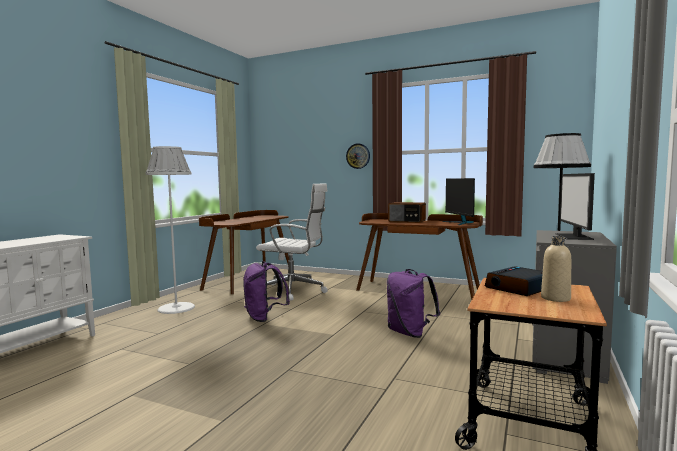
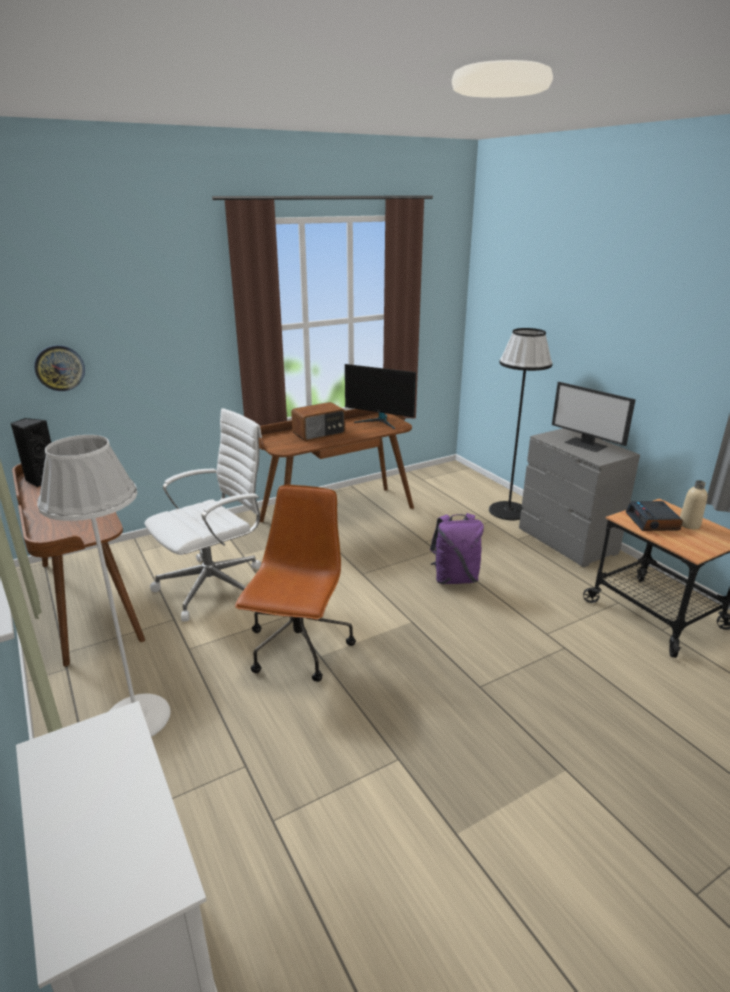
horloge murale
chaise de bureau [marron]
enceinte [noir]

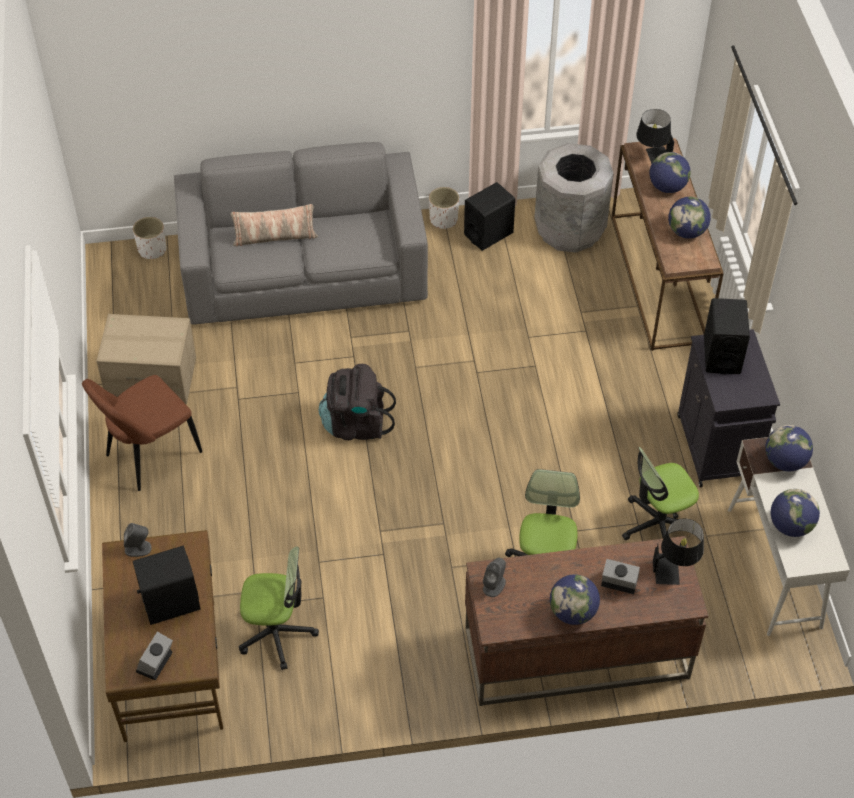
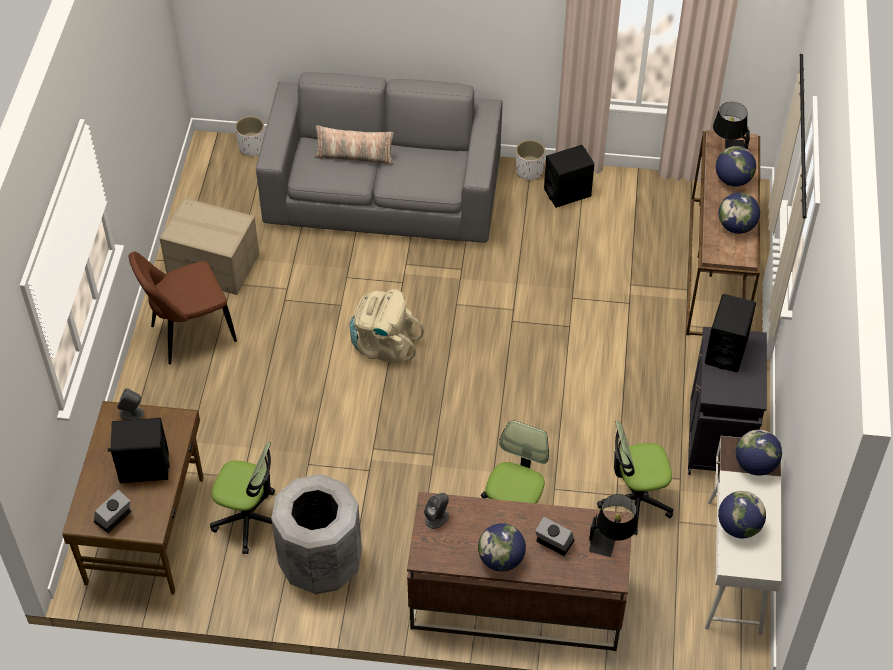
poubelle [gris]
sac à dos [beige]

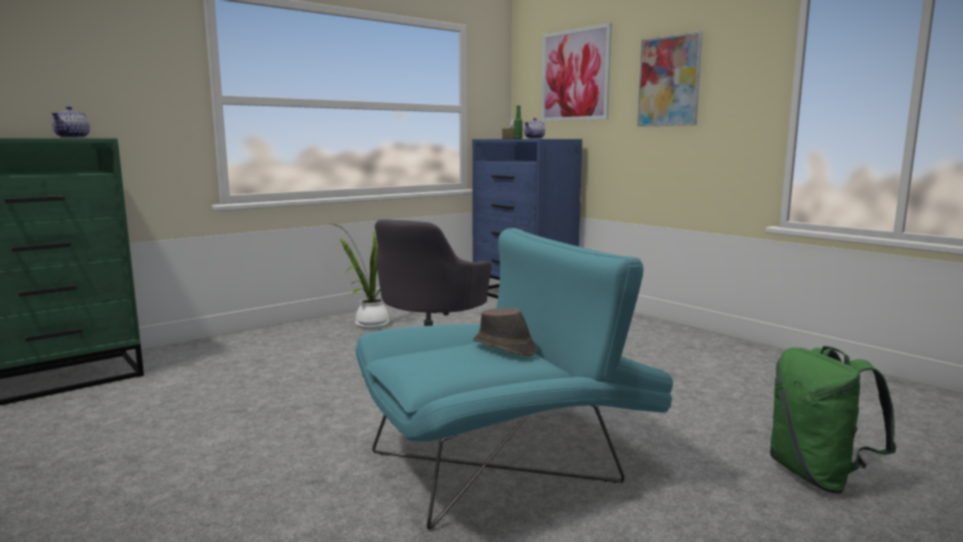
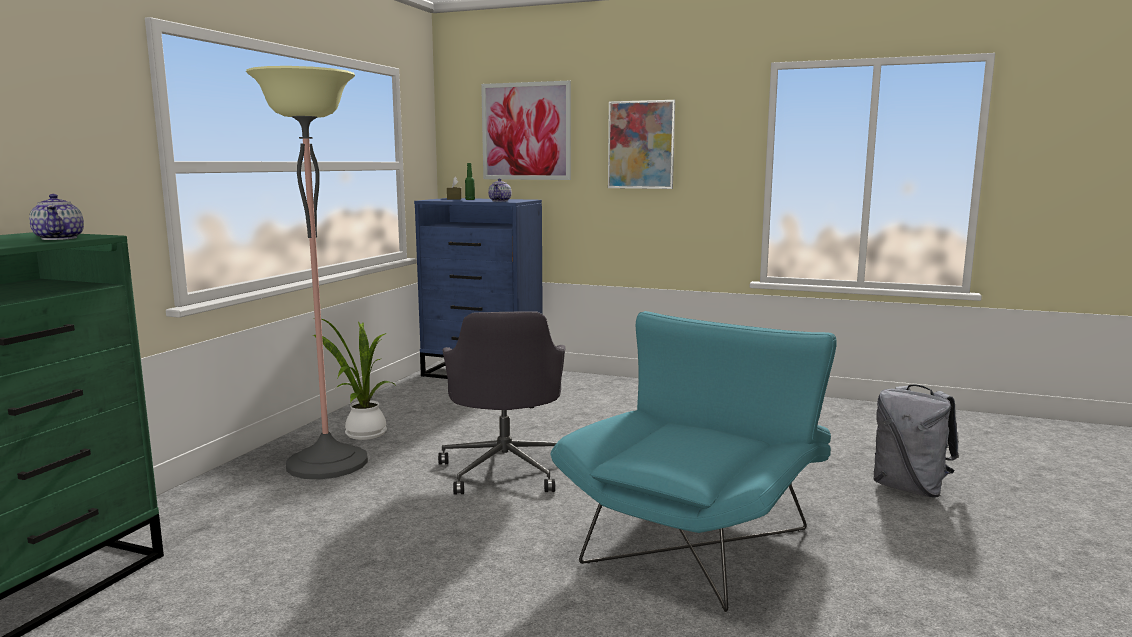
chapeau [marron]
sac à dos [gris]
lampadaire

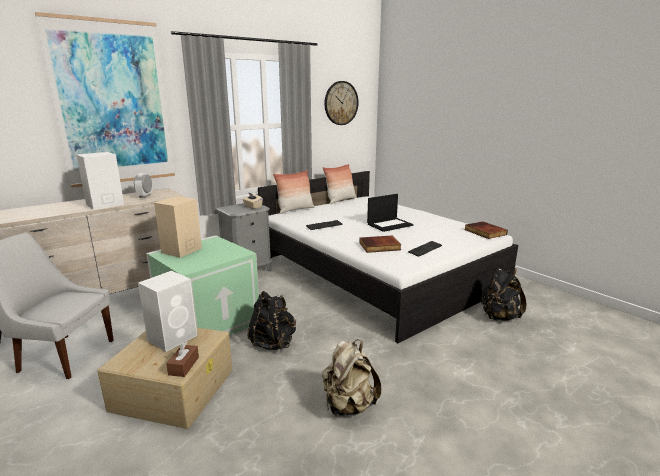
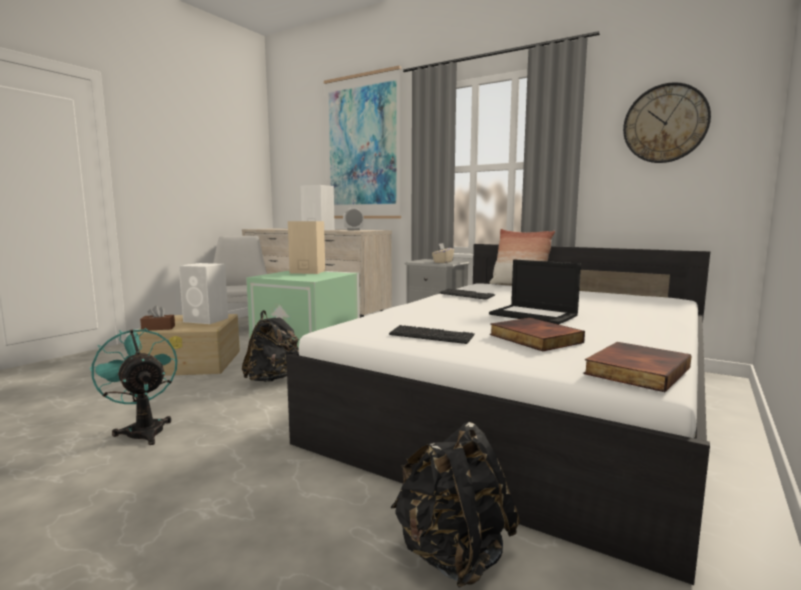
coussin (no. 2 from left in the first image)
livre (no. 1 from left)
ventilateur [turquoise]

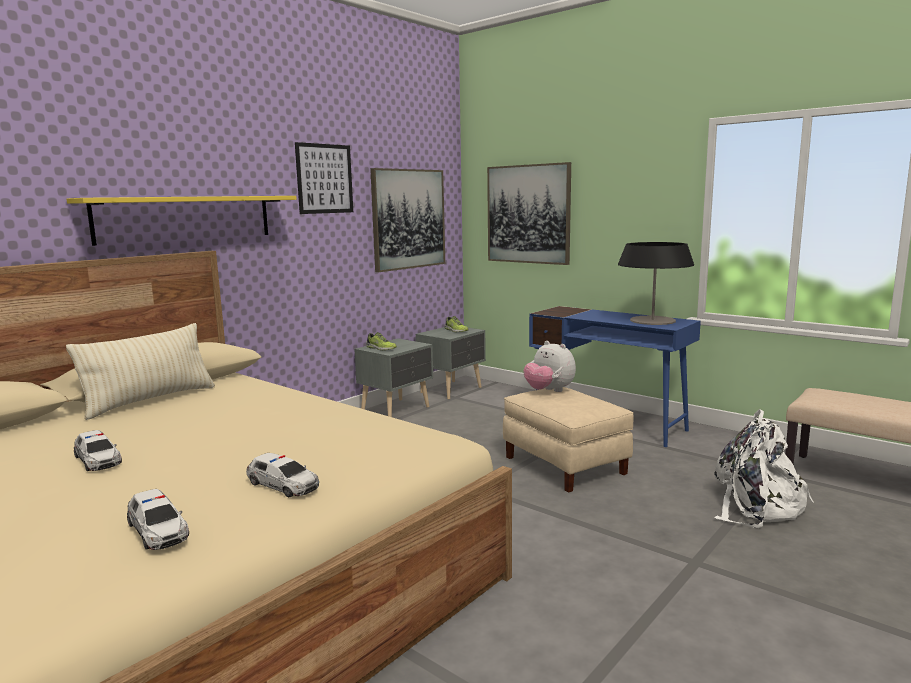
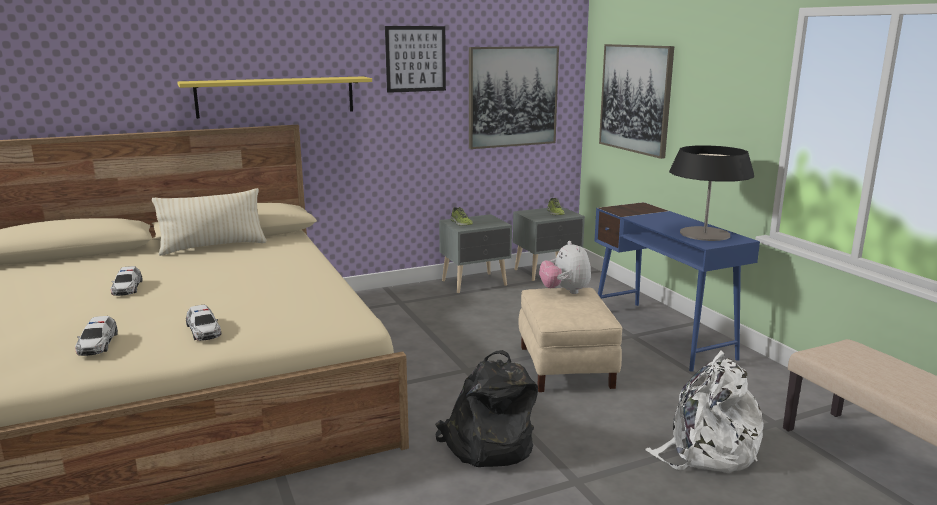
sac à dos [noir]

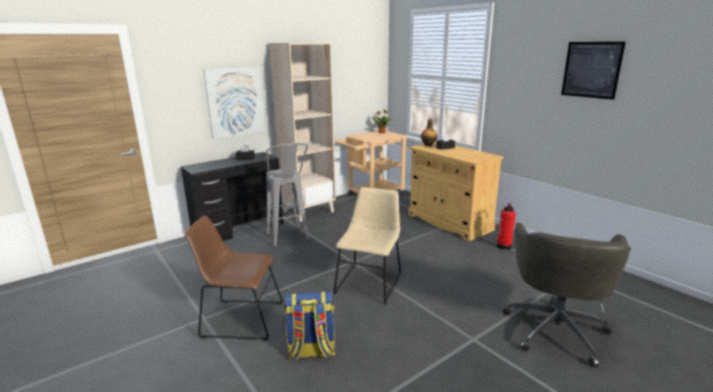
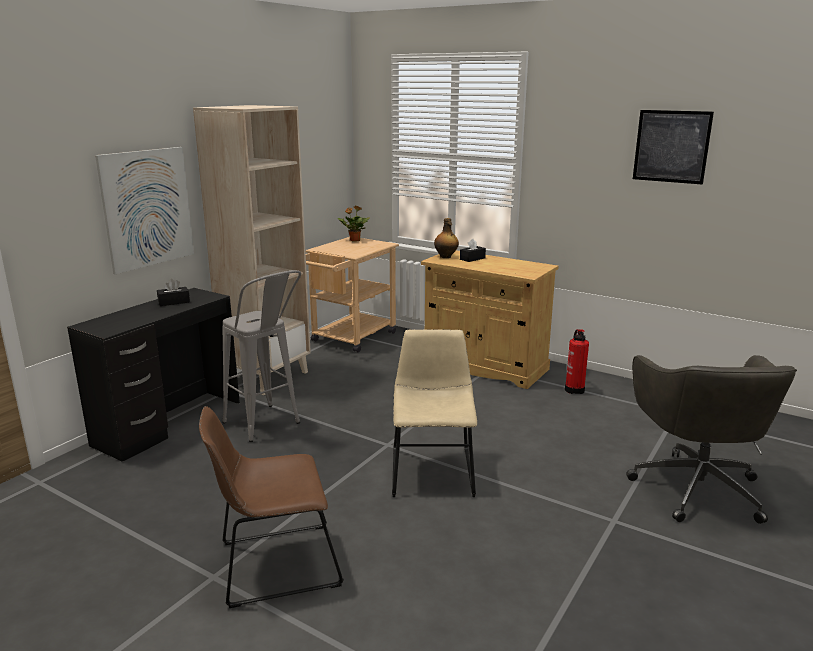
sac à dos

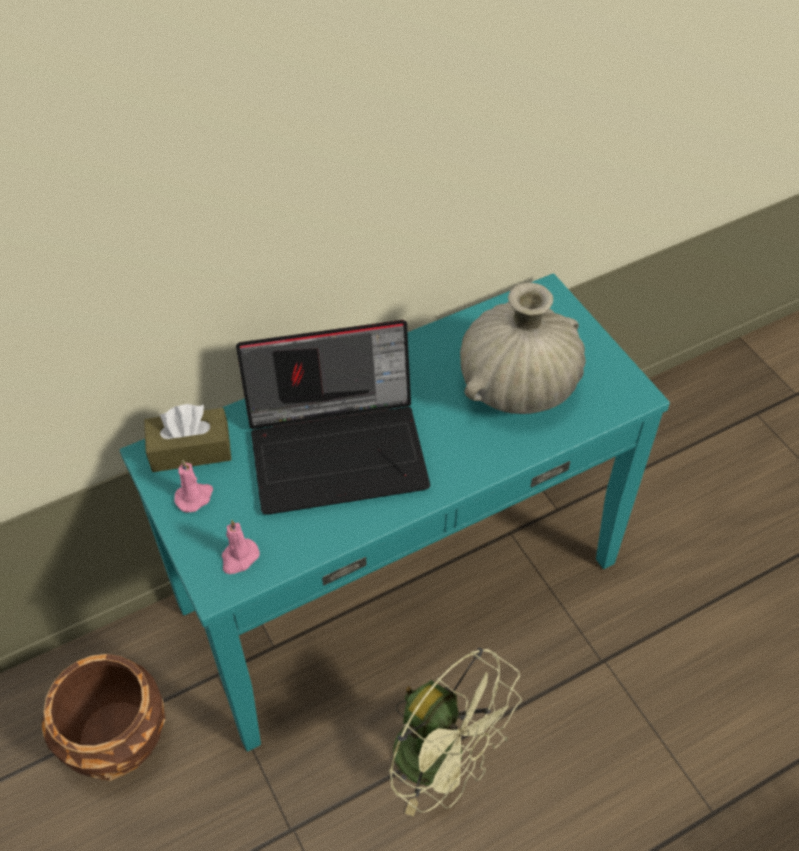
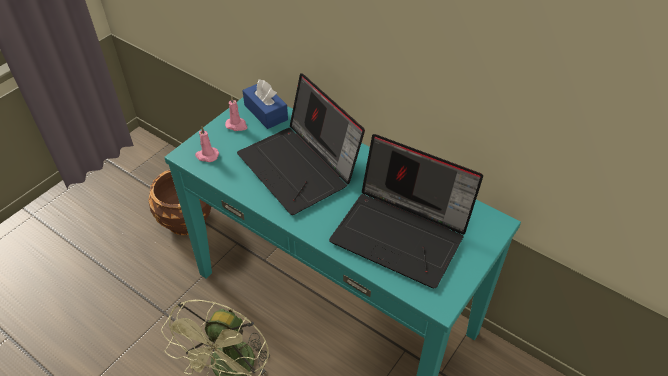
ordinateur portable (no. 2 from left)
boîte à mouchoirs [bleu]

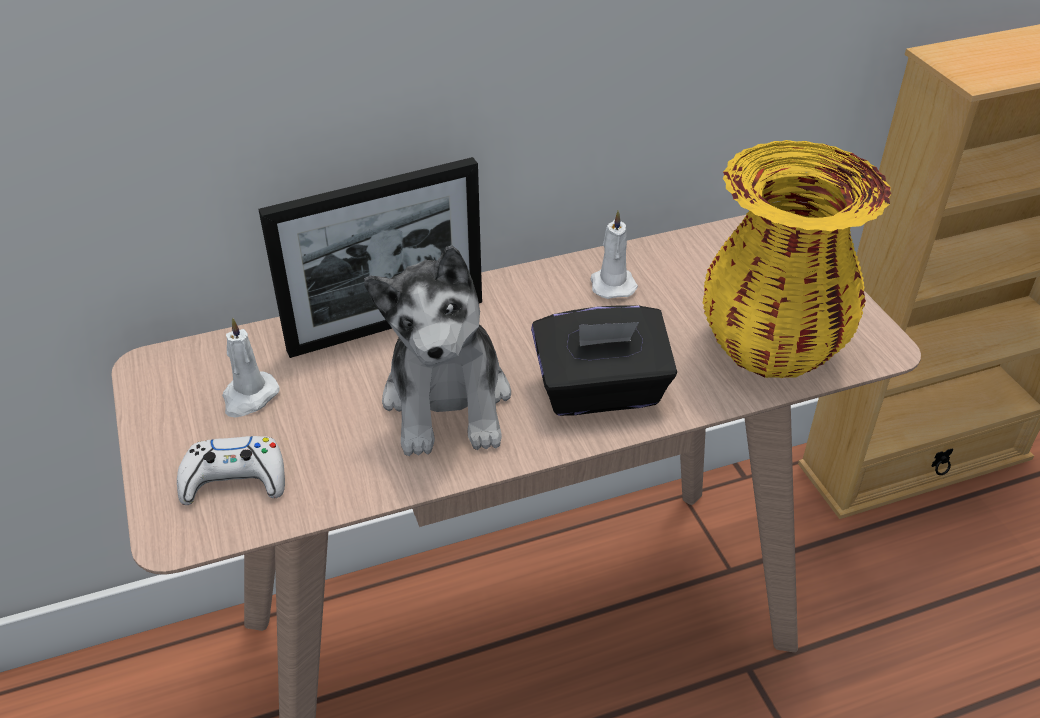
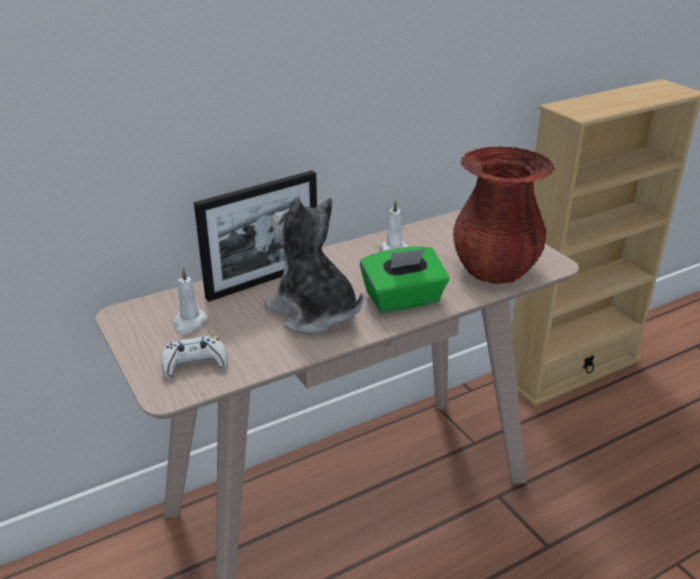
vase [rouge]
peluche
boîte à mouchoirs [vert]

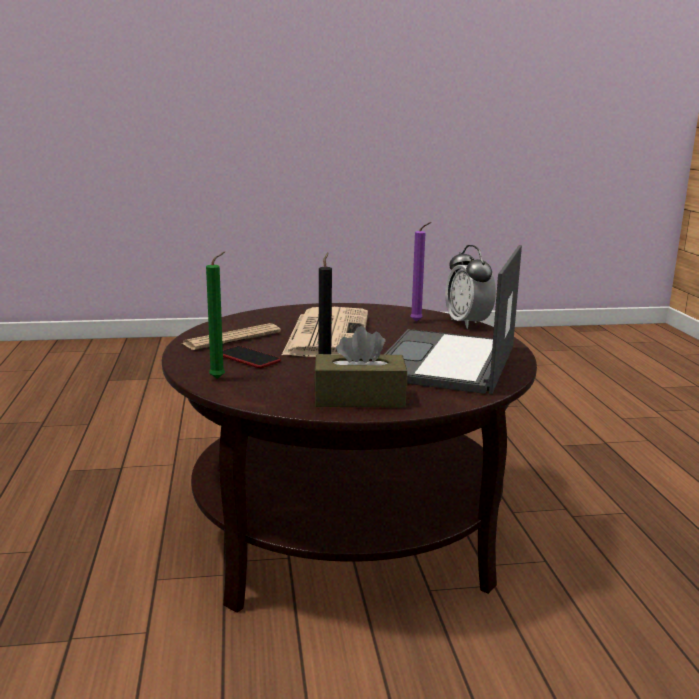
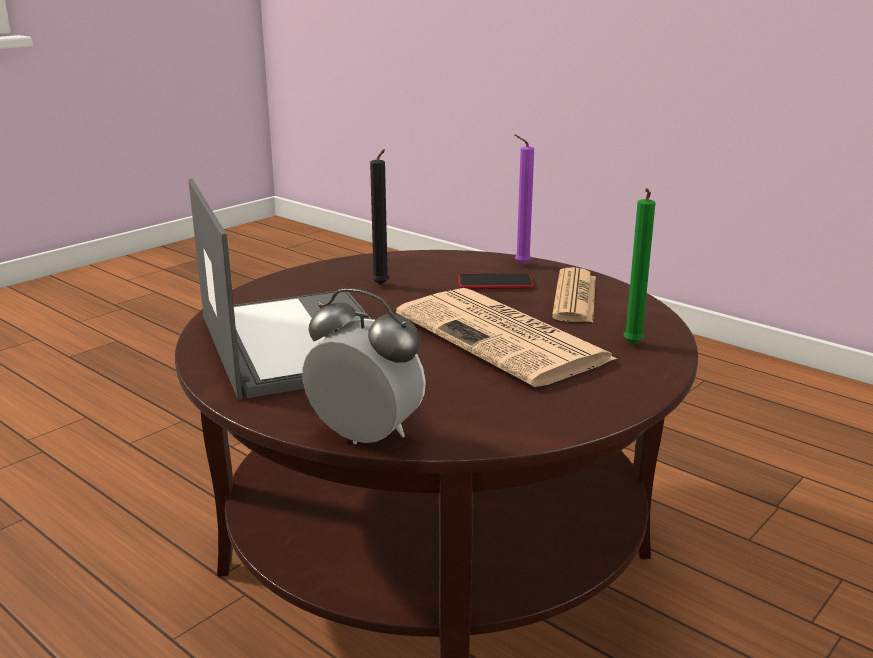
bougie [violet]
bougie [vert]
boîte à mouchoirs [marron]

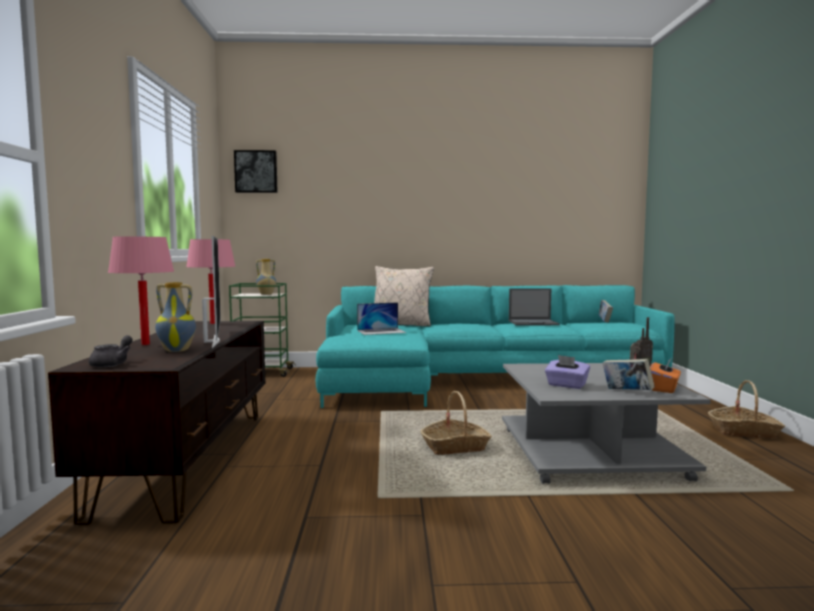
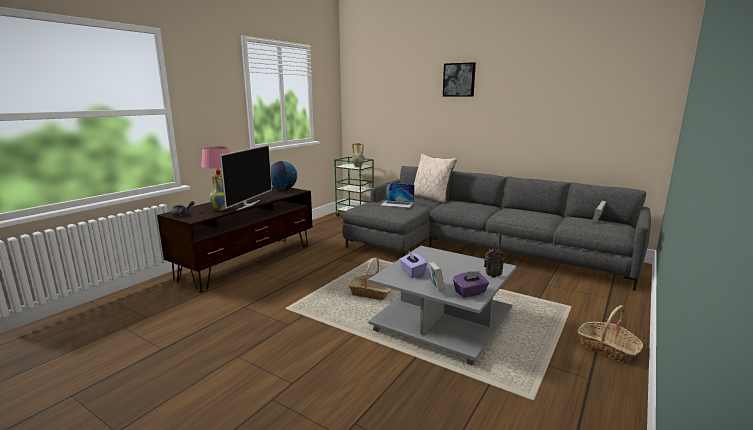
tableau
globe
canapé [gris]
ordinateur portable (no. 2 from left in the first image)
boîte à mouchoirs [violet] (no. 2 from left)

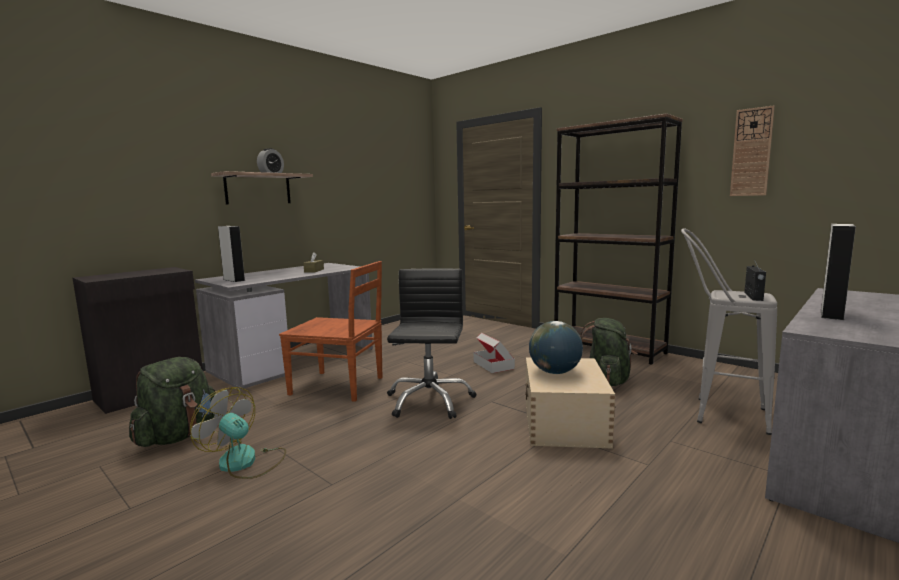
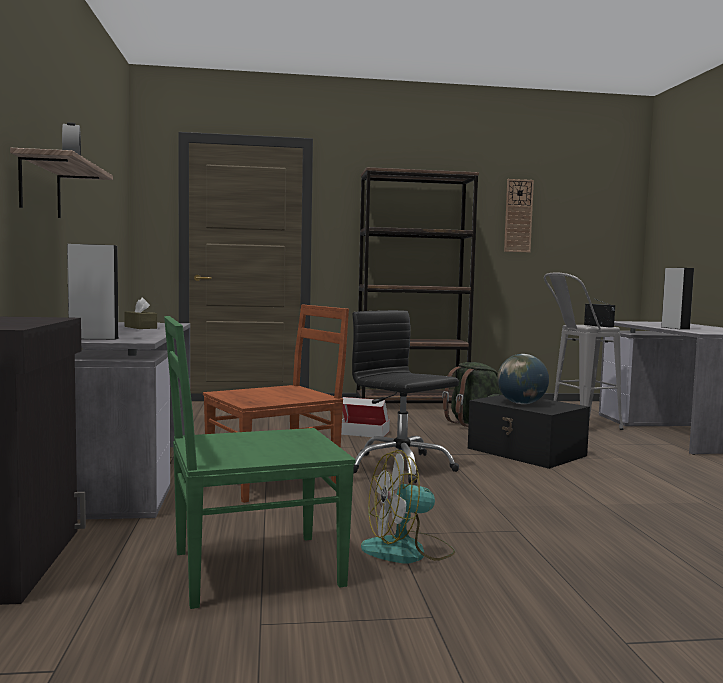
chaise [vert]
boîte de rangement [noir]

